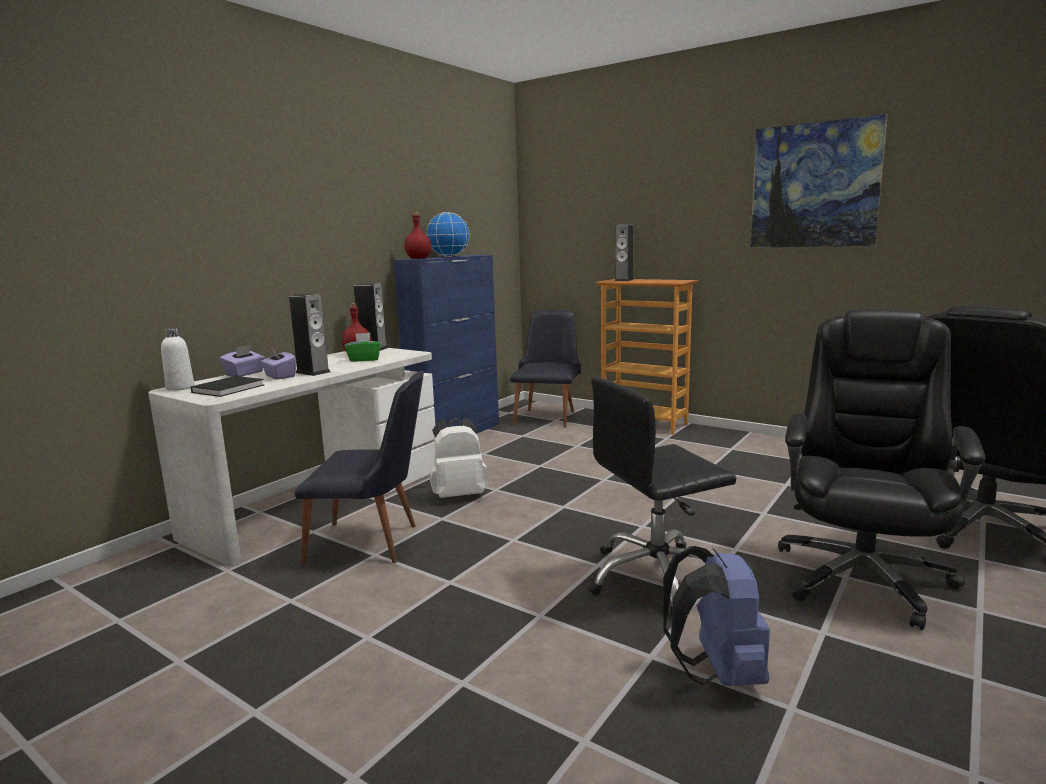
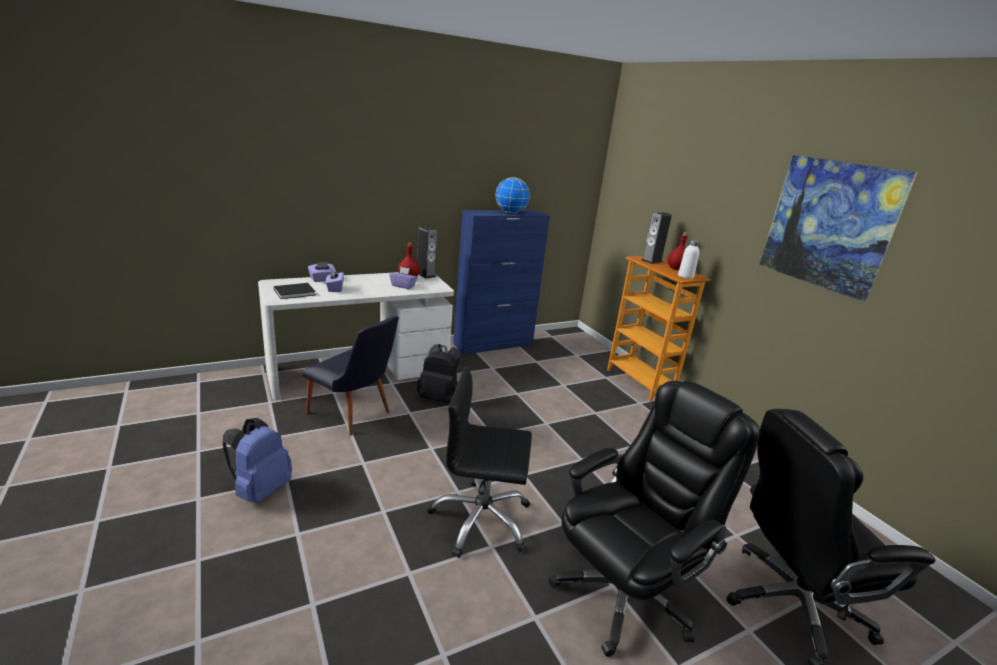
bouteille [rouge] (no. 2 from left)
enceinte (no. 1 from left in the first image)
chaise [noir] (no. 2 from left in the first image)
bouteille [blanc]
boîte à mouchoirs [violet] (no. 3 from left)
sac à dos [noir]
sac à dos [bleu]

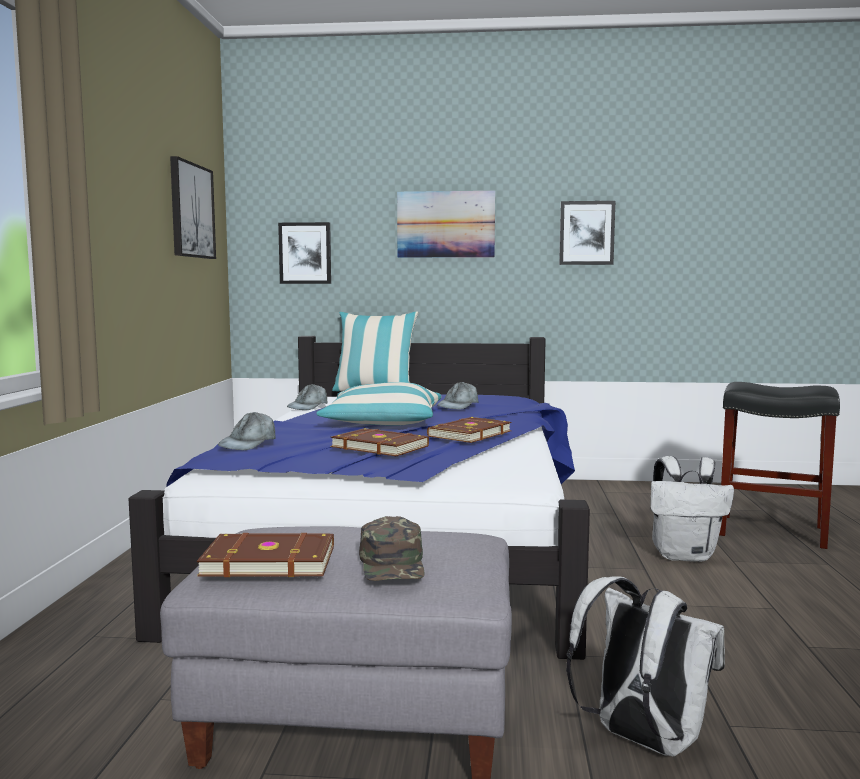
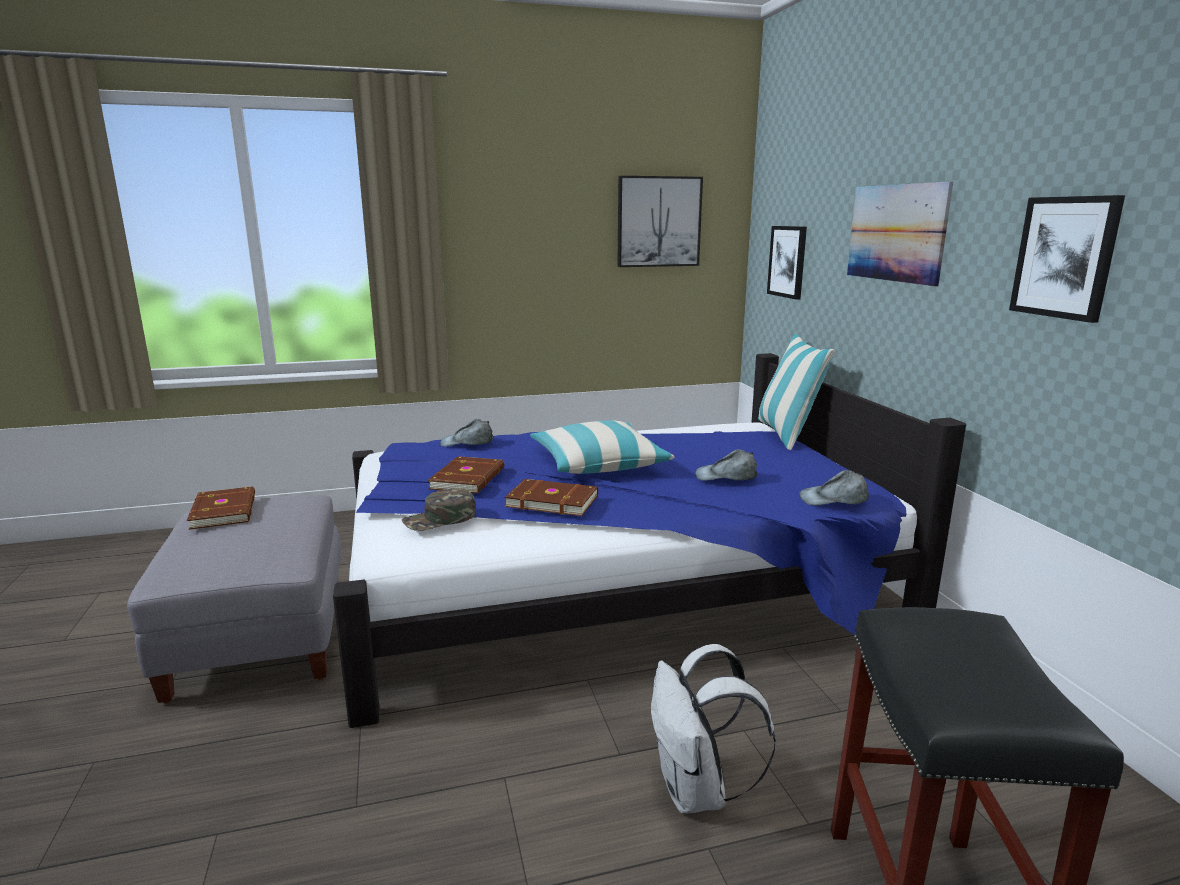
casquette [gris] (no. 3 from left)
casquette [vert]
sac à dos [blanc] (no. 1 from left in the first image)

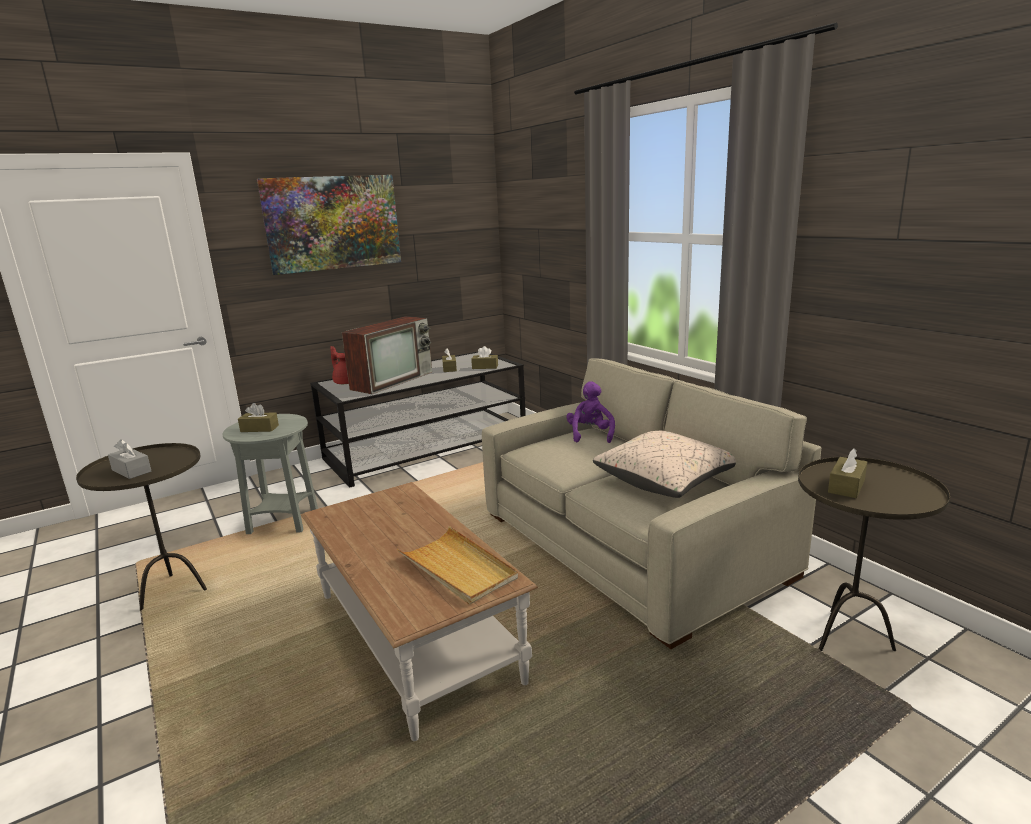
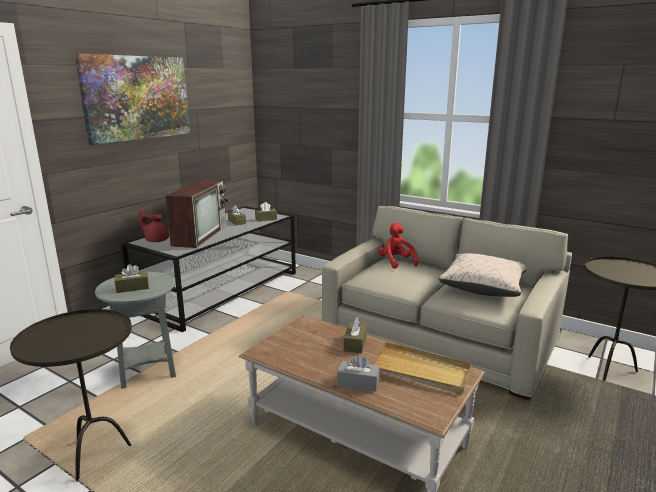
peluche [rouge]
boîte à mouchoirs [gris]
boîte à mouchoirs [marron] (no. 4 from left)

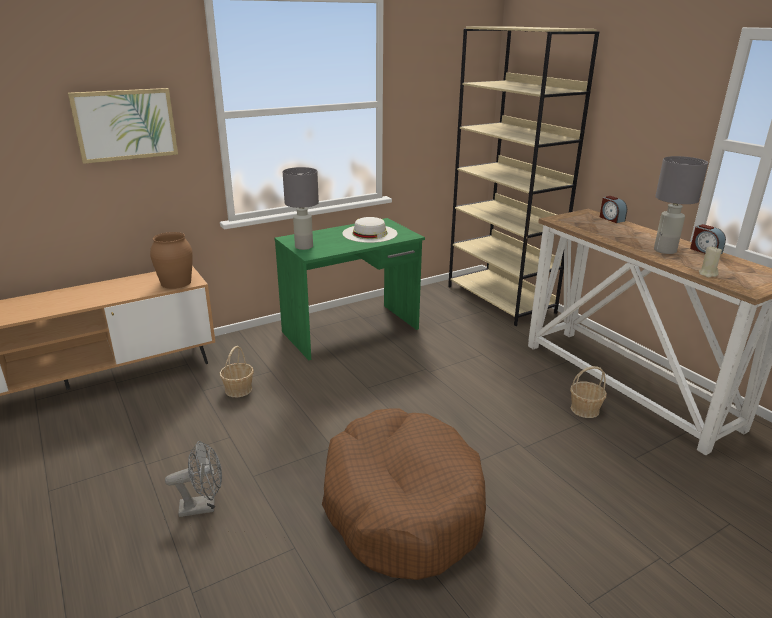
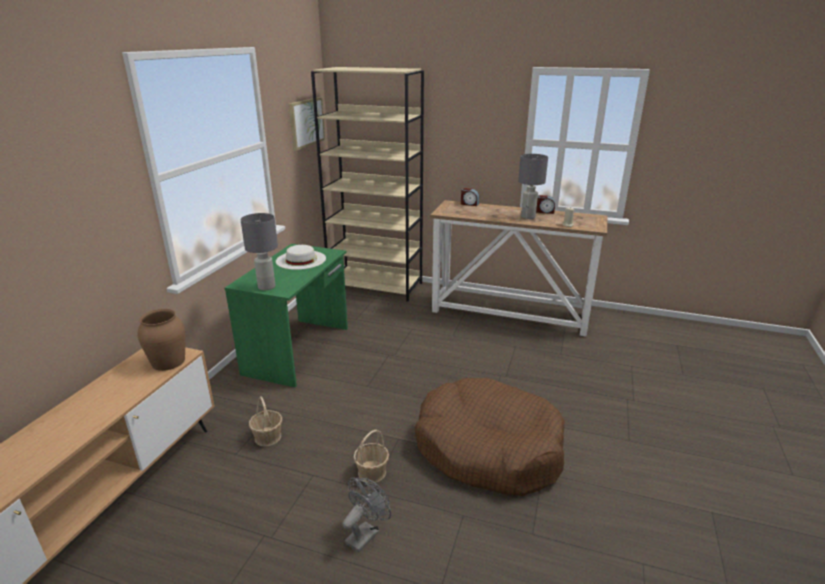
tableau
panier (no. 2 from left)

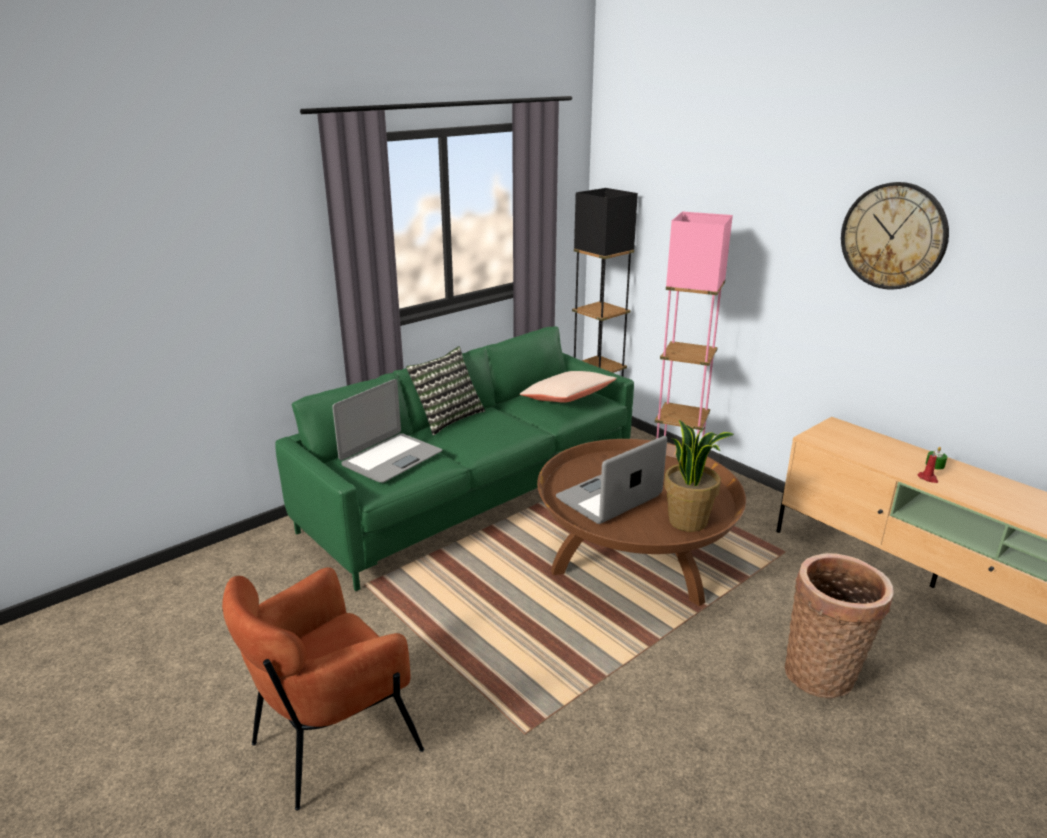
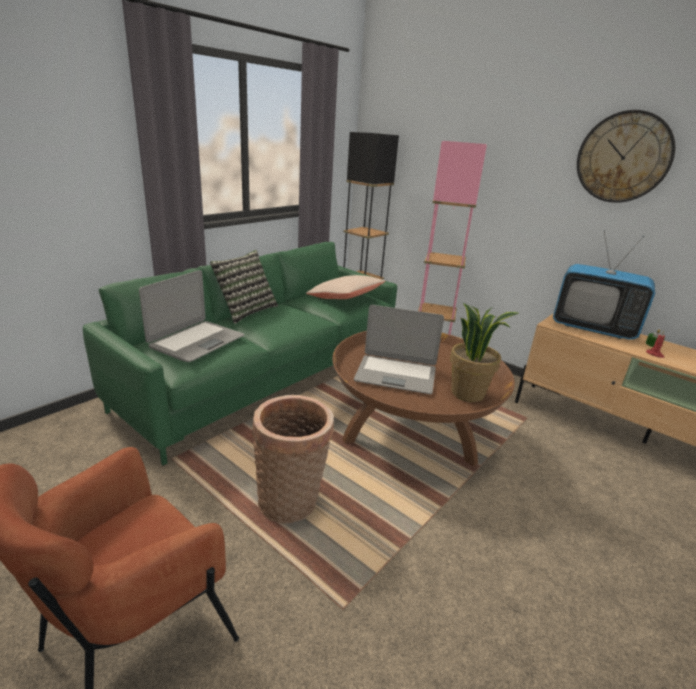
ordinateur portable (no. 2 from left)
panier
téléviseur

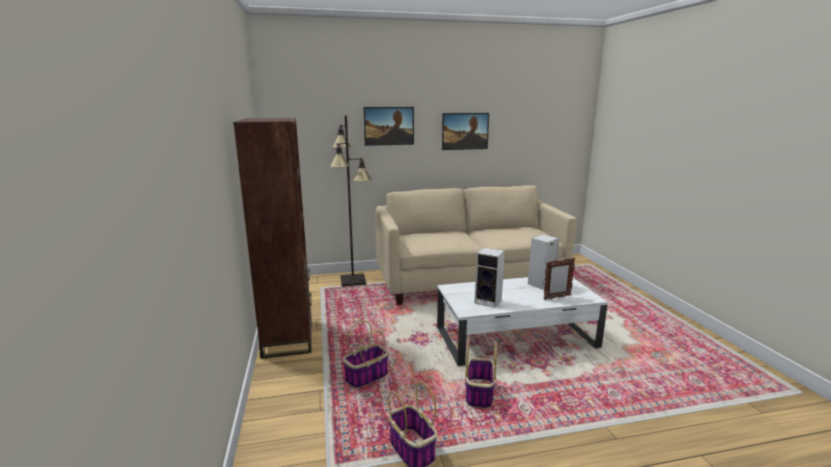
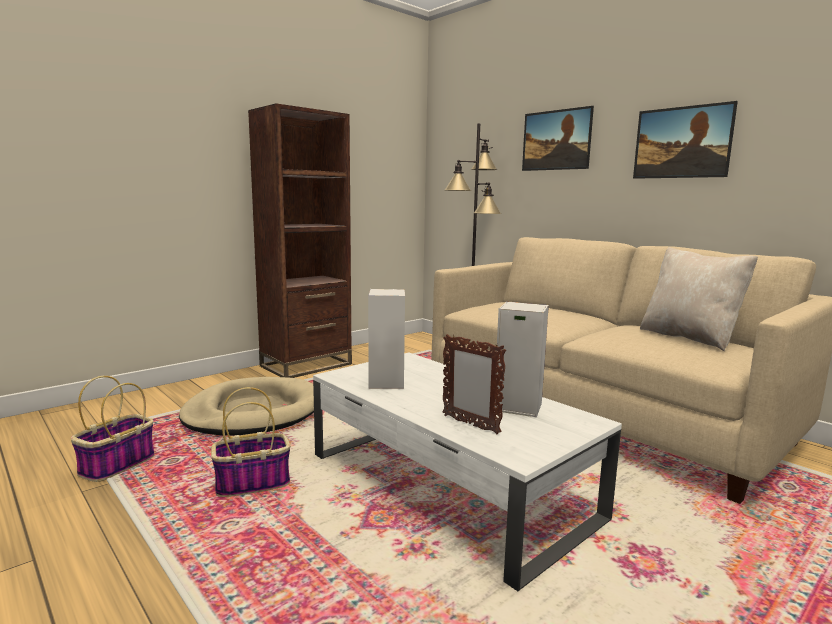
panier pour chien [beige]
coussin [beige]

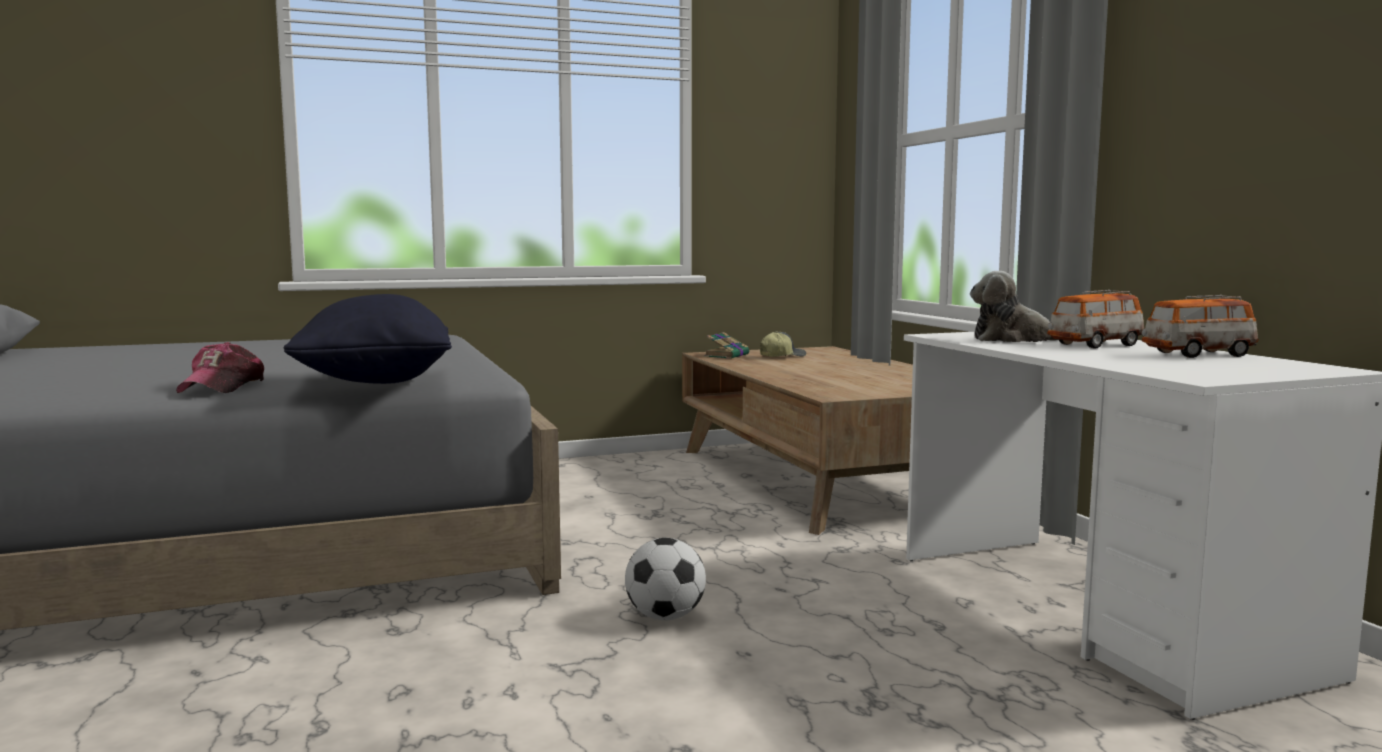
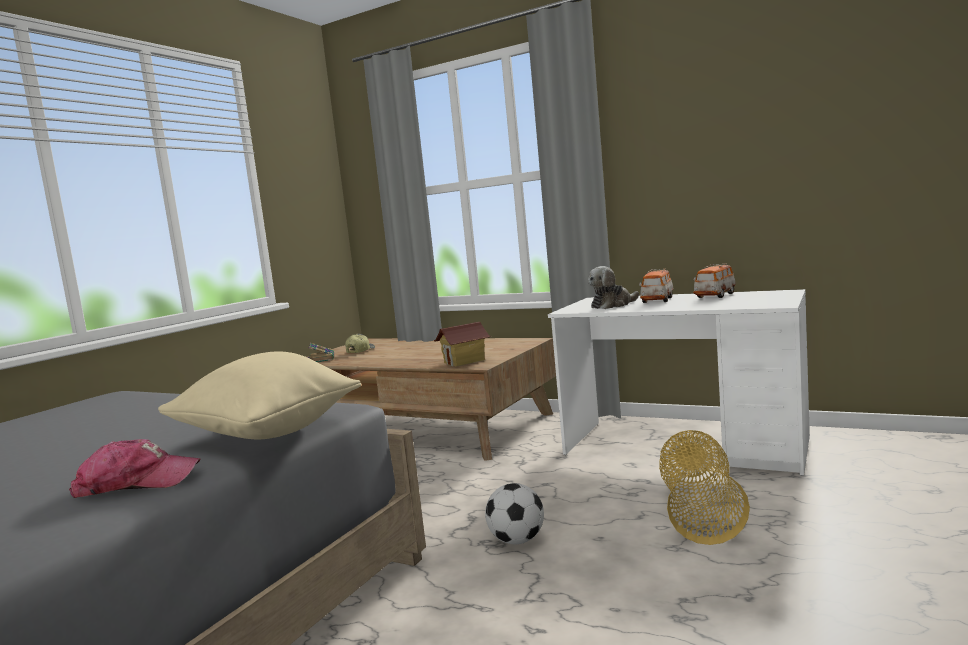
coussin [beige]
casquette (no. 1 from left)
maison miniature
panier

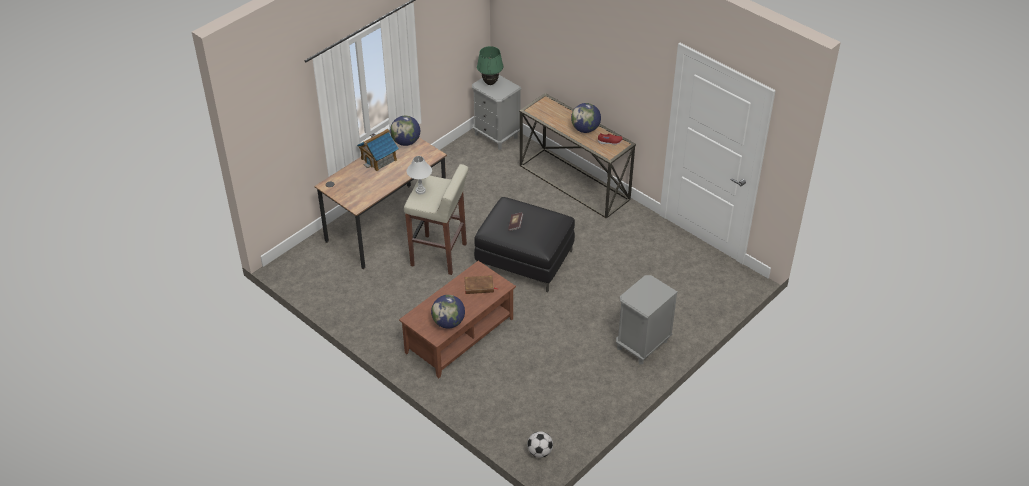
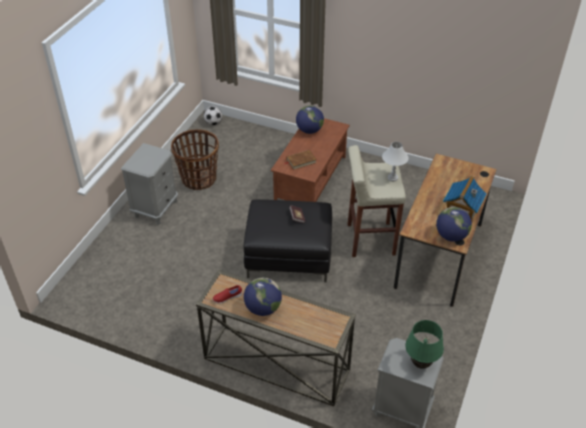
panier

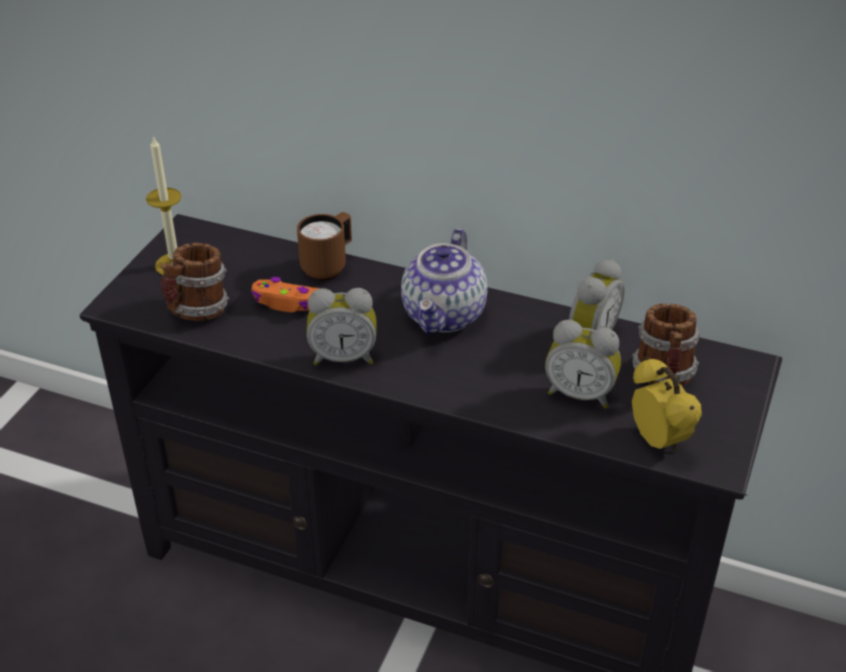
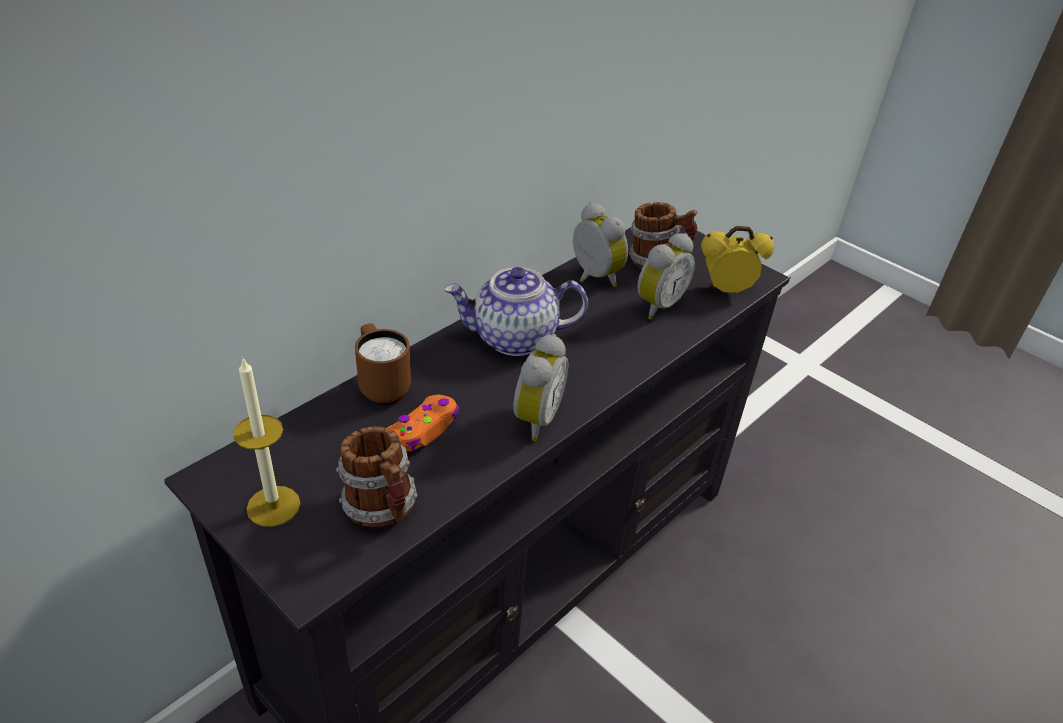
théière

